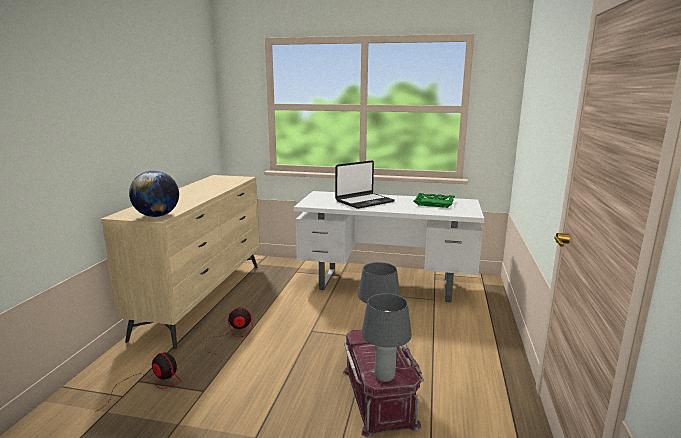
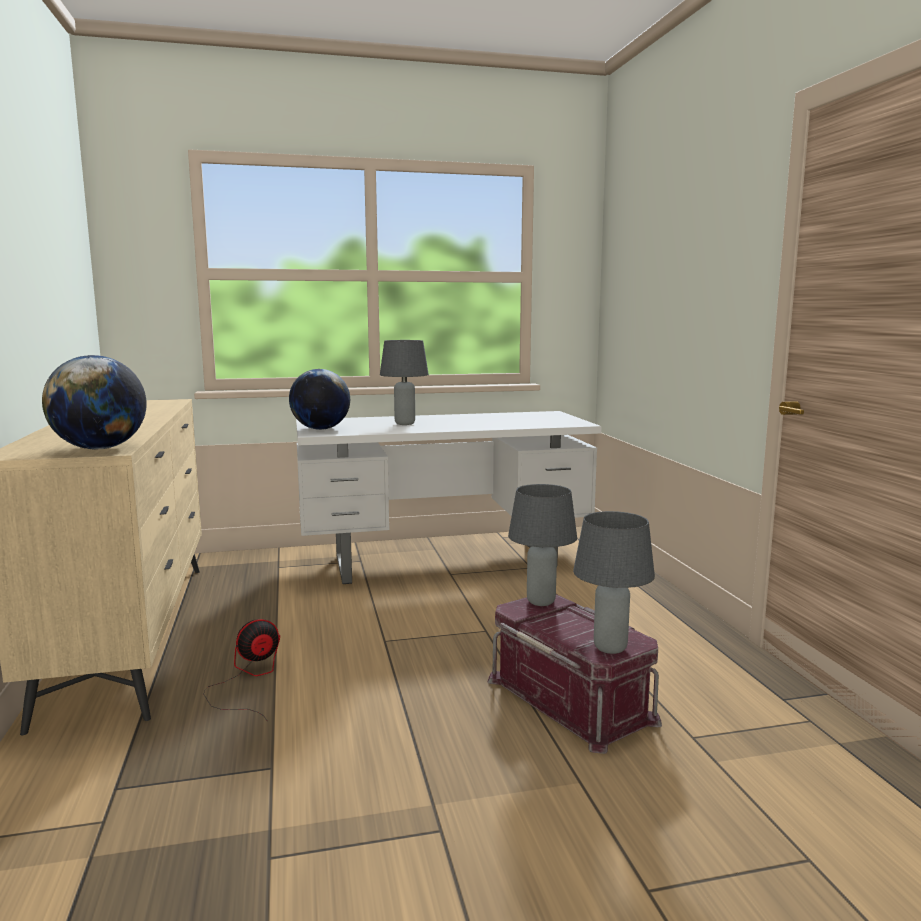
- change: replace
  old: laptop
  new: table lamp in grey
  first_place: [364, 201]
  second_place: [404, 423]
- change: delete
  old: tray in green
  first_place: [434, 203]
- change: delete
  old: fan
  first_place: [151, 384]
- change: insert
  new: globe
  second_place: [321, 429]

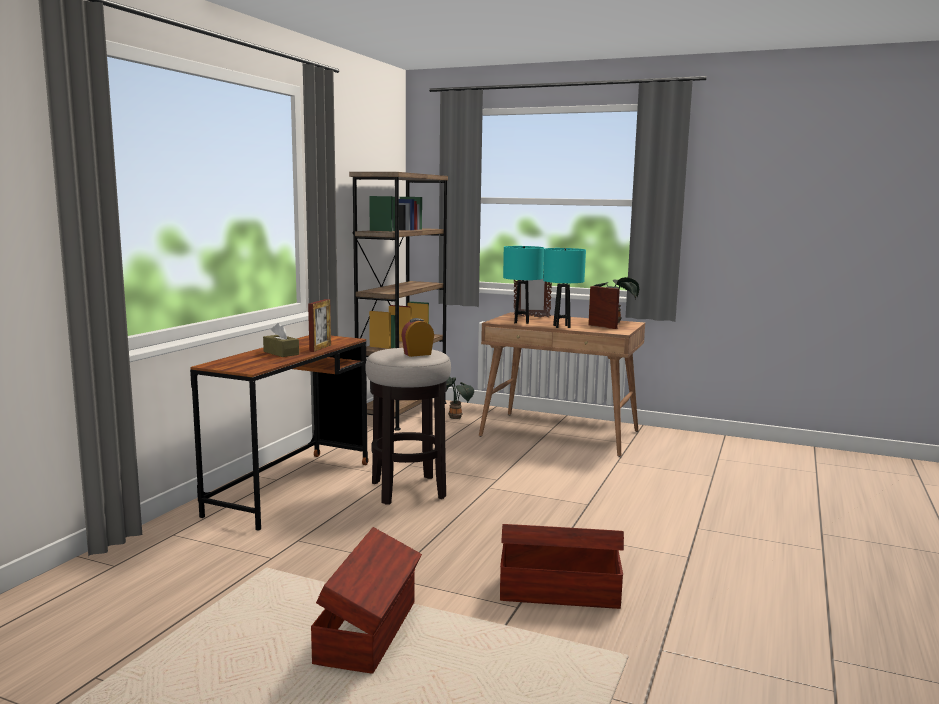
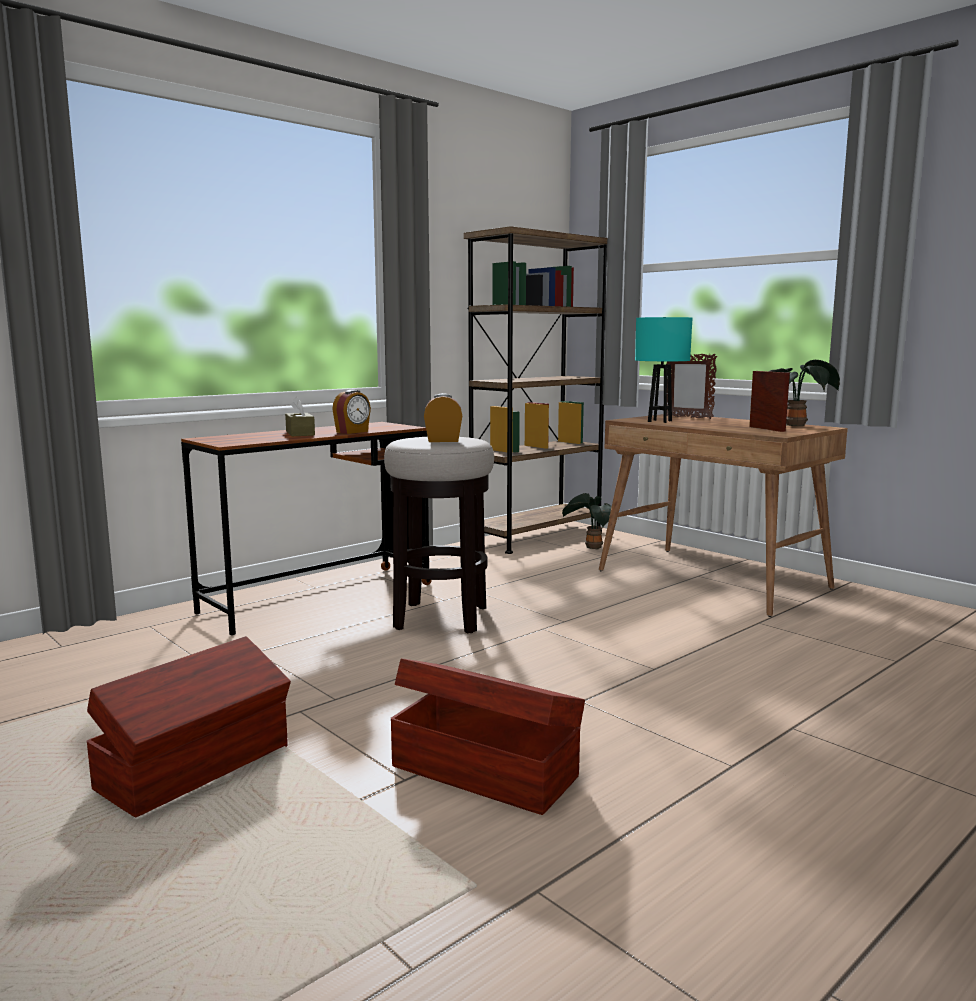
- change: delete
  old: table lamp in turquoise
  first_place: [561, 326]
- change: replace
  old: picture frame
  new: alarm clock
  first_place: [320, 348]
  second_place: [352, 432]

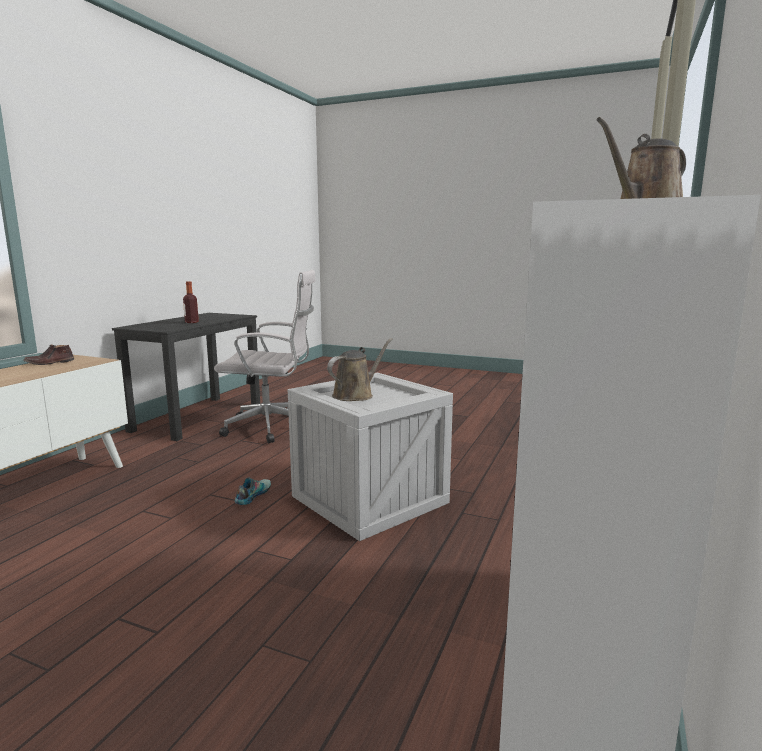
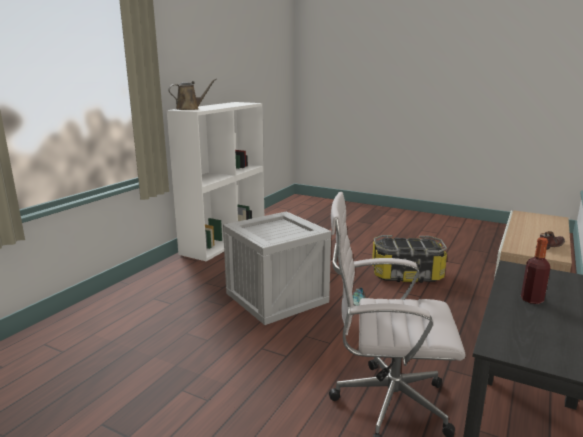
- change: delete
  old: watering can in brown
  first_place: [356, 395]
- change: insert
  new: storage box
  second_place: [406, 275]

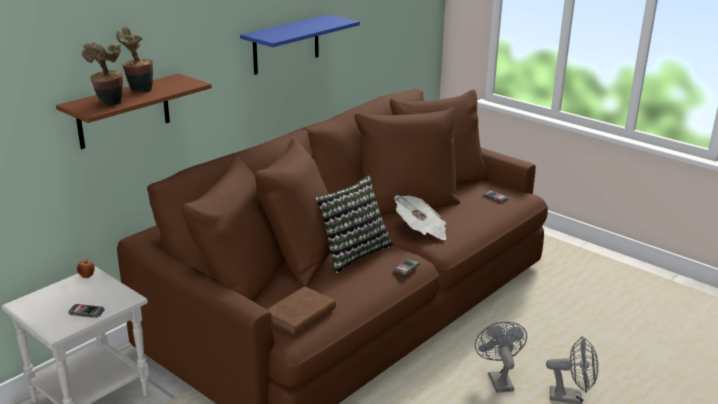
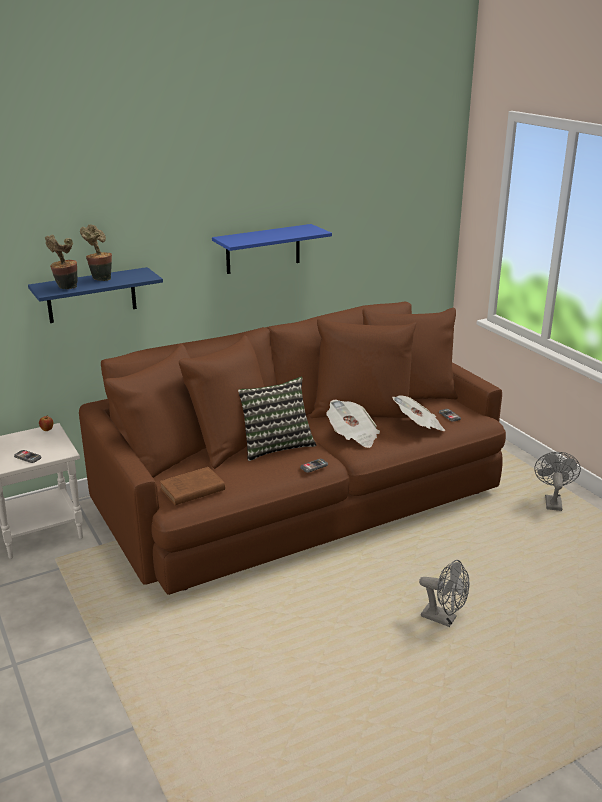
- change: recolor
  old: shelf in brown
  new: shelf in blue
  first_place: [123, 111]
  second_place: [91, 295]
- change: move
  old: fan in grey
  first_place: [498, 379]
  second_place: [552, 501]
- change: insert
  new: newspaper
  second_place: [418, 426]

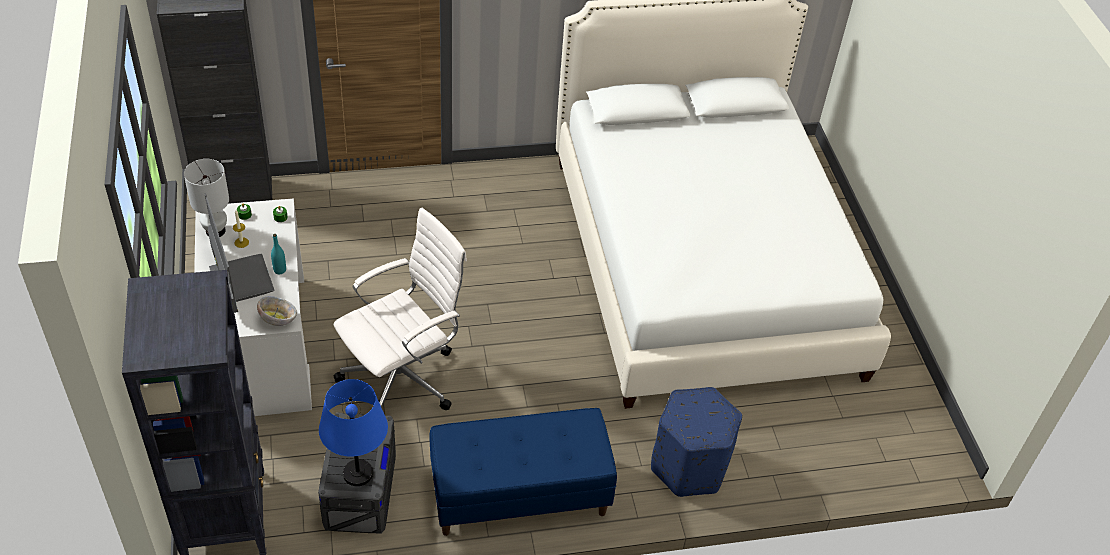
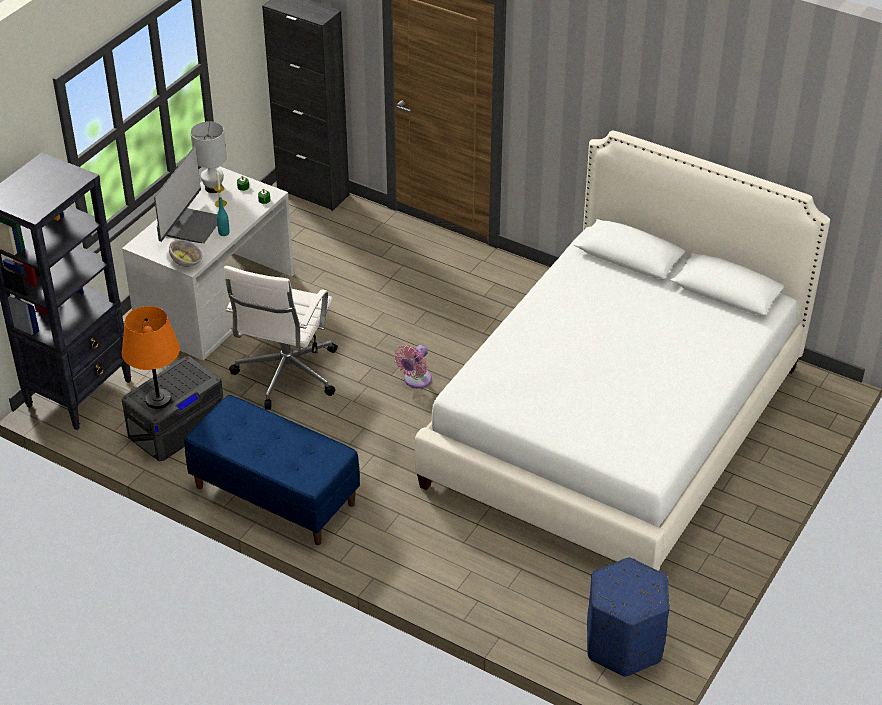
- change: rotate
  old: office chair in white
  first_place: [403, 378]
  second_place: [285, 375]
  degrees: 105
- change: recolor
  old: table lamp in blue
  new: table lamp in orange
  first_place: [358, 473]
  second_place: [158, 400]
- change: move
  old: ottoman in blue
  first_place: [689, 466]
  second_place: [623, 645]
- change: insert
  new: fan in pink
  second_place: [415, 380]

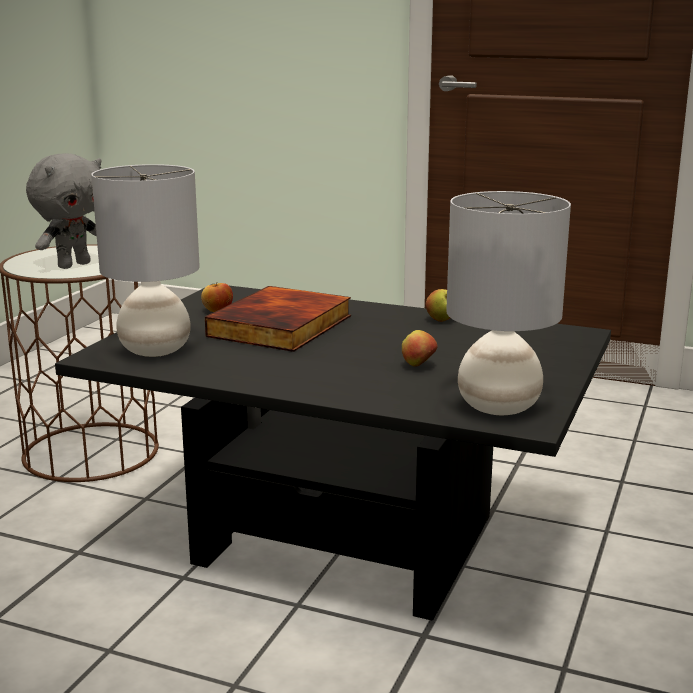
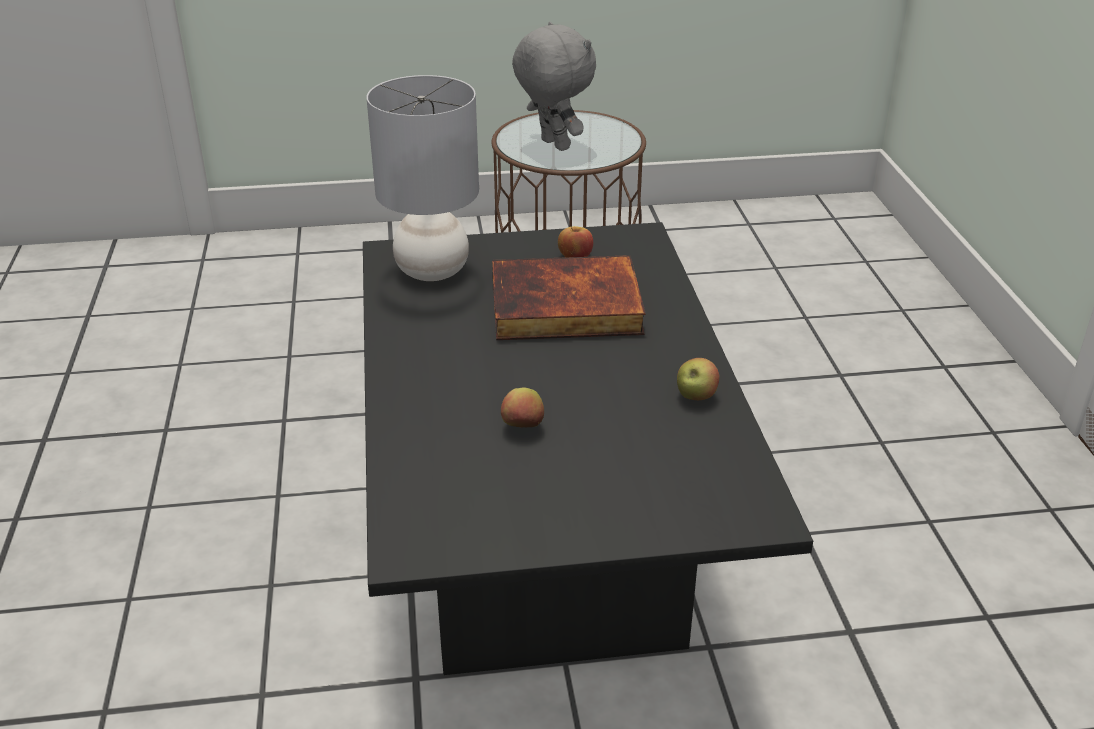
- change: rotate
  old: plush toy in grey
  first_place: [73, 265]
  second_place: [553, 145]
  degrees: -135
- change: delete
  old: table lamp in grey
  first_place: [498, 406]

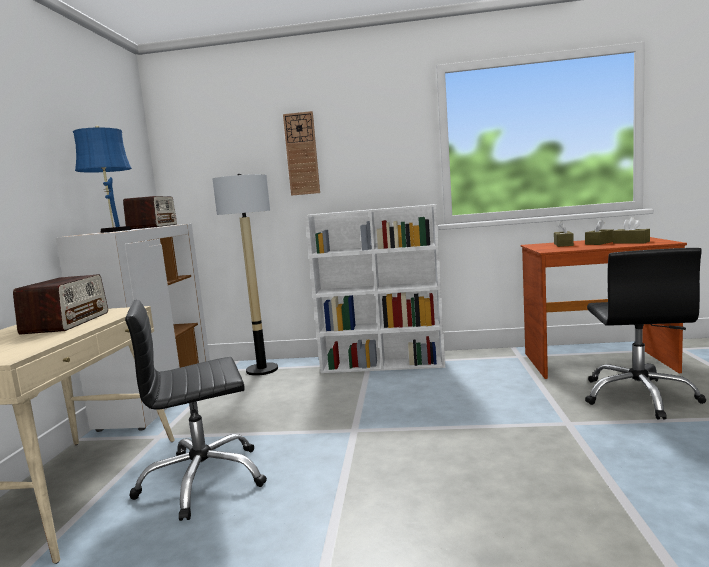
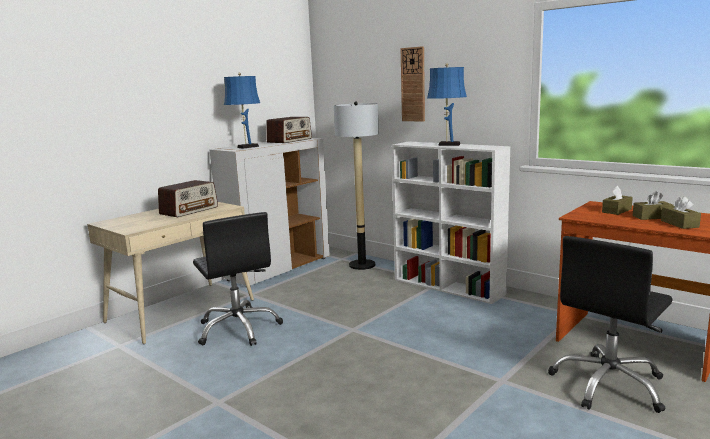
- change: rotate
  old: office chair in black
  first_place: [203, 480]
  second_place: [239, 329]
  degrees: -135
- change: insert
  new: table lamp in blue
  second_place: [447, 145]

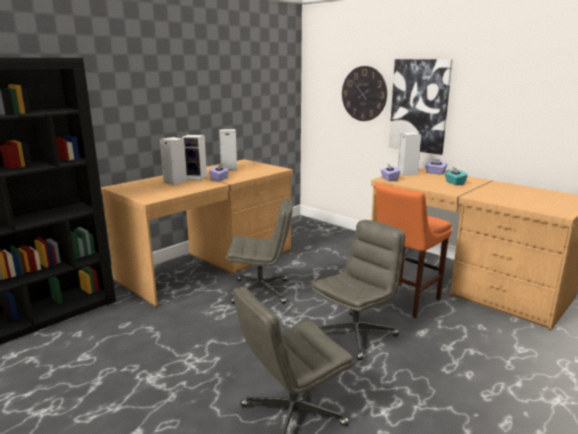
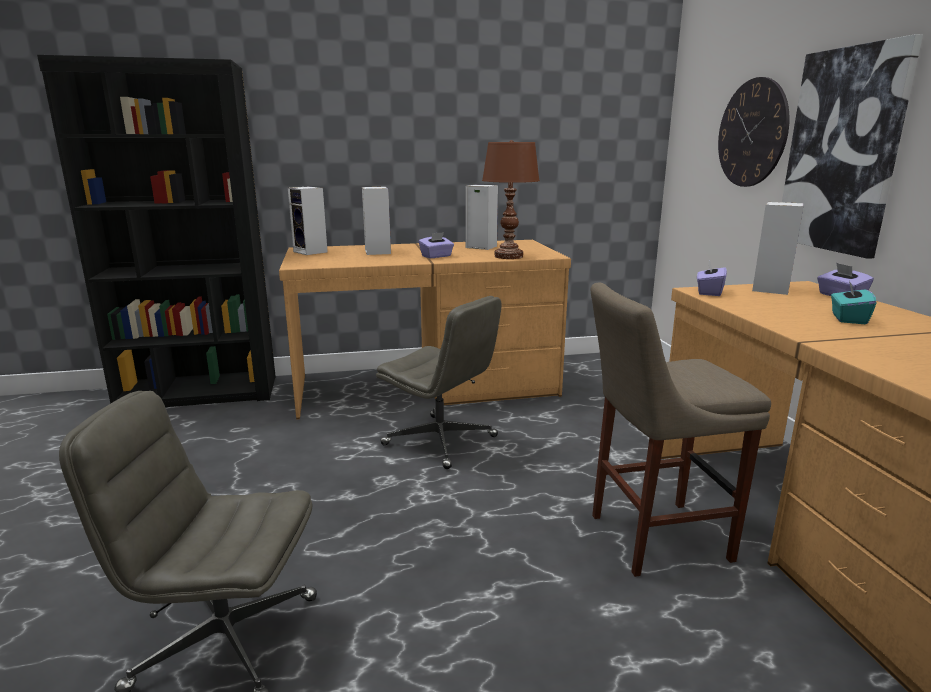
- change: move
  old: speaker
  first_place: [197, 177]
  second_place: [311, 252]
- change: recolor
  old: stool in orange
  new: stool in beige
  first_place: [404, 301]
  second_place: [652, 537]
- change: delete
  old: office chair in grey
  first_place: [355, 334]
- change: insert
  new: table lamp in brown
  second_place: [508, 256]

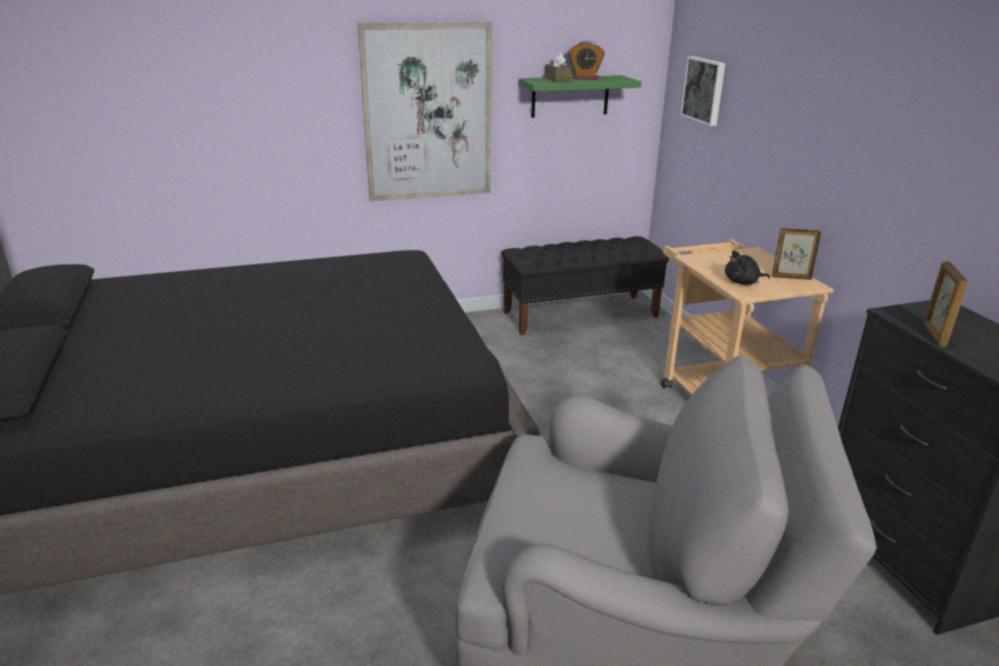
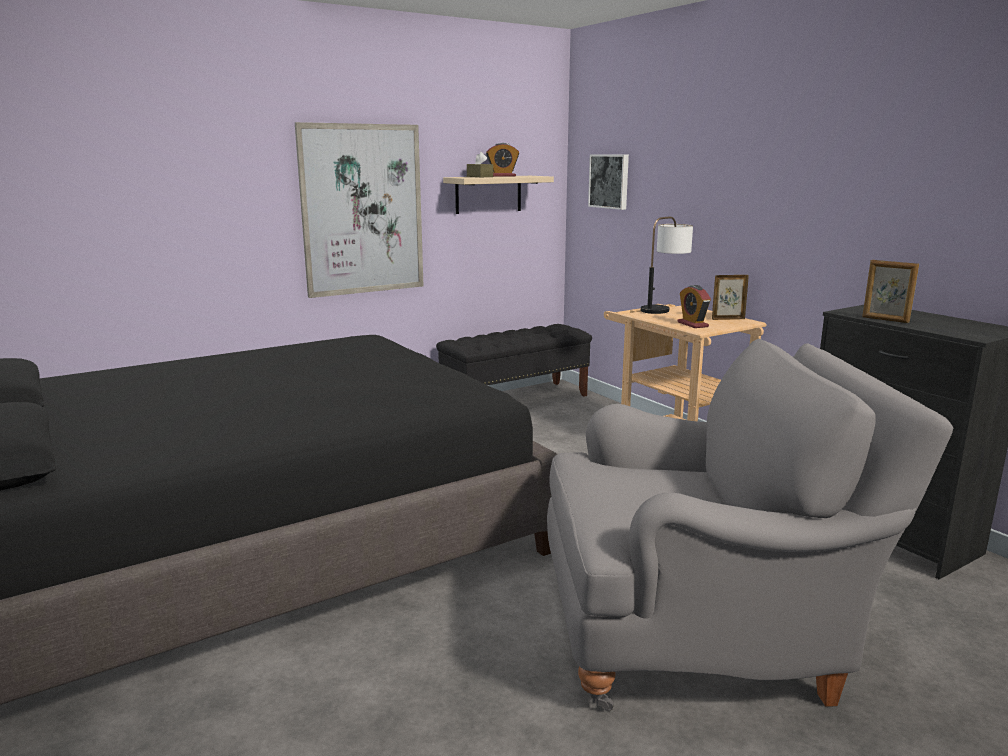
- change: recolor
  old: shelf in green
  new: shelf in beige
  first_place: [570, 96]
  second_place: [488, 194]
- change: replace
  old: plush toy in black
  new: alarm clock
  first_place: [743, 282]
  second_place: [692, 324]
- change: rotate
  old: picture frame
  first_place: [934, 335]
  second_place: [885, 320]
  degrees: -45
- change: insert
  new: table lamp
  second_place: [664, 308]

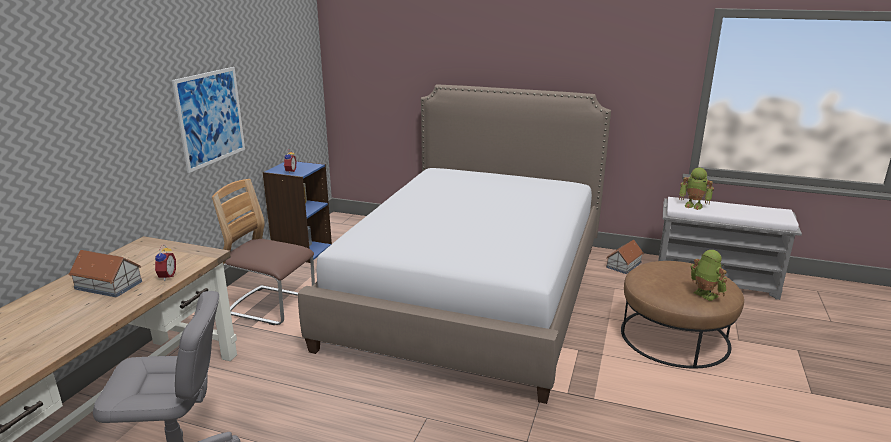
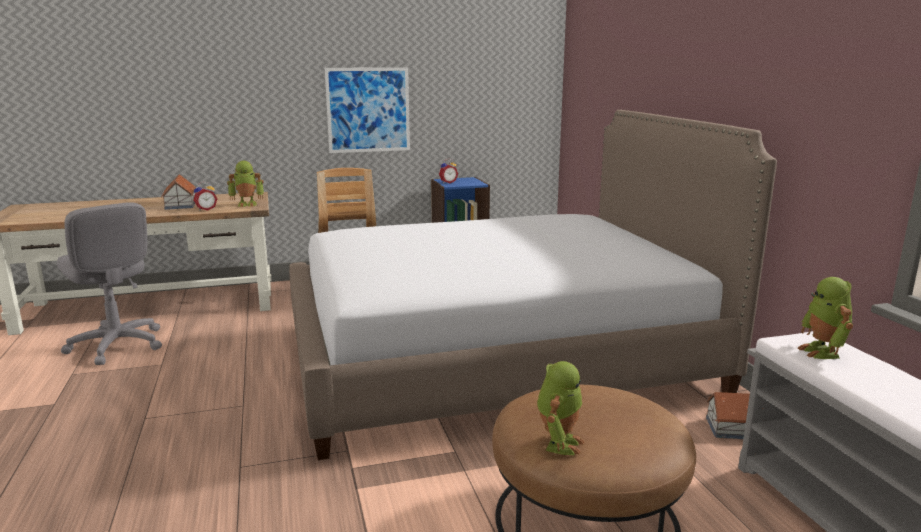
- change: insert
  new: toy robot
  second_place: [247, 204]

